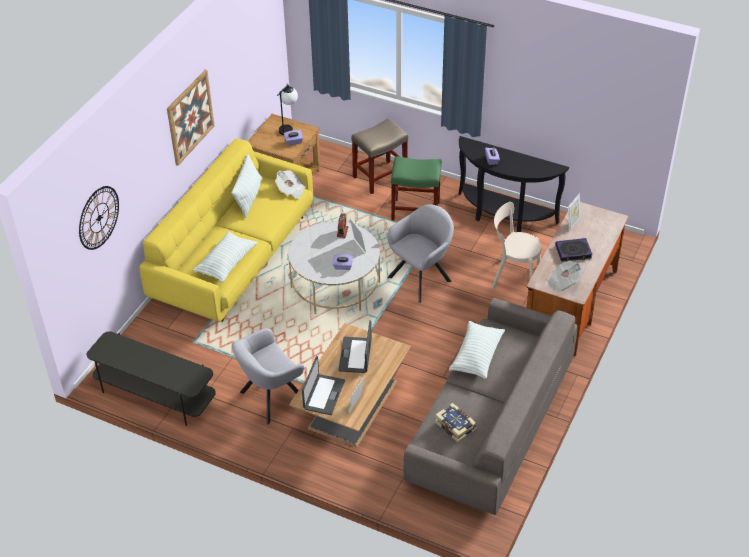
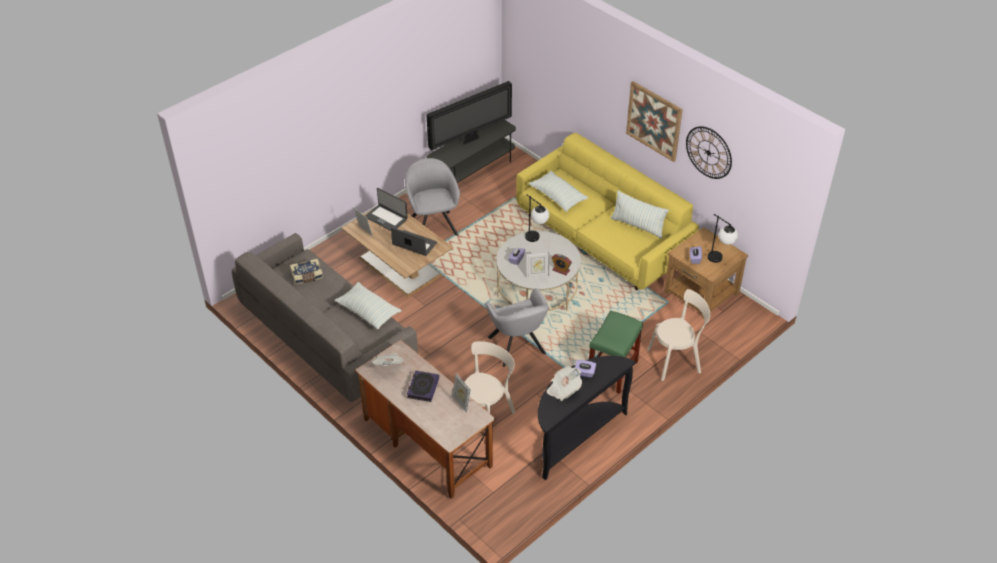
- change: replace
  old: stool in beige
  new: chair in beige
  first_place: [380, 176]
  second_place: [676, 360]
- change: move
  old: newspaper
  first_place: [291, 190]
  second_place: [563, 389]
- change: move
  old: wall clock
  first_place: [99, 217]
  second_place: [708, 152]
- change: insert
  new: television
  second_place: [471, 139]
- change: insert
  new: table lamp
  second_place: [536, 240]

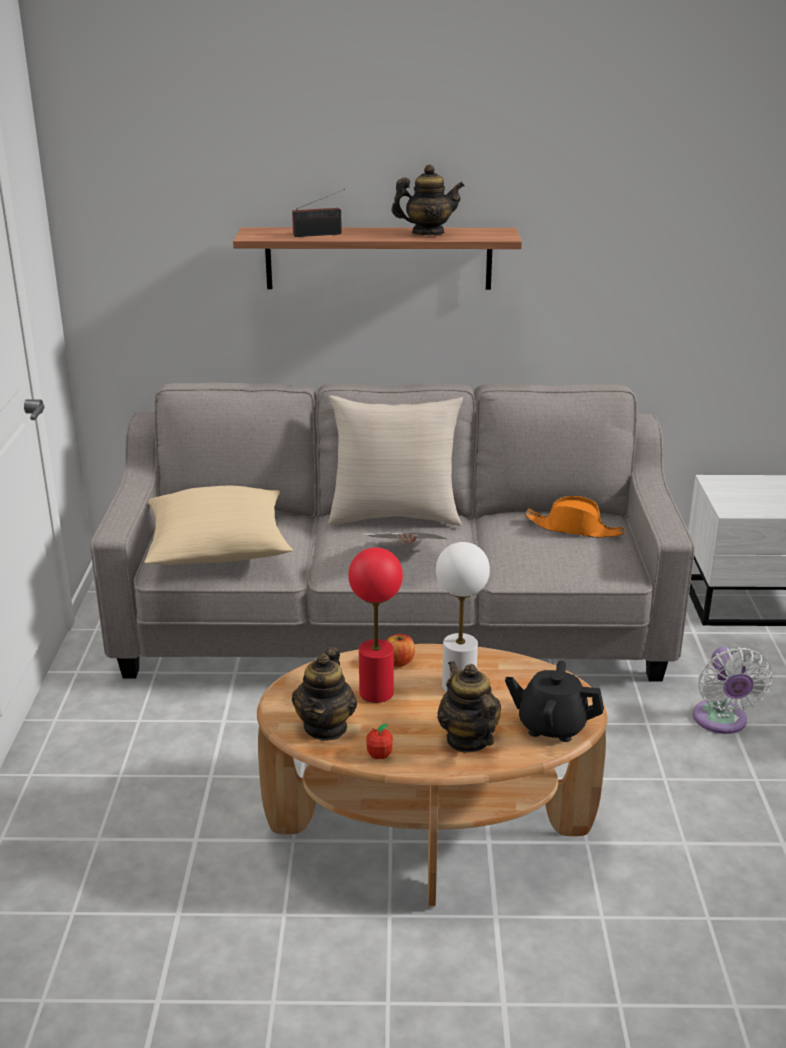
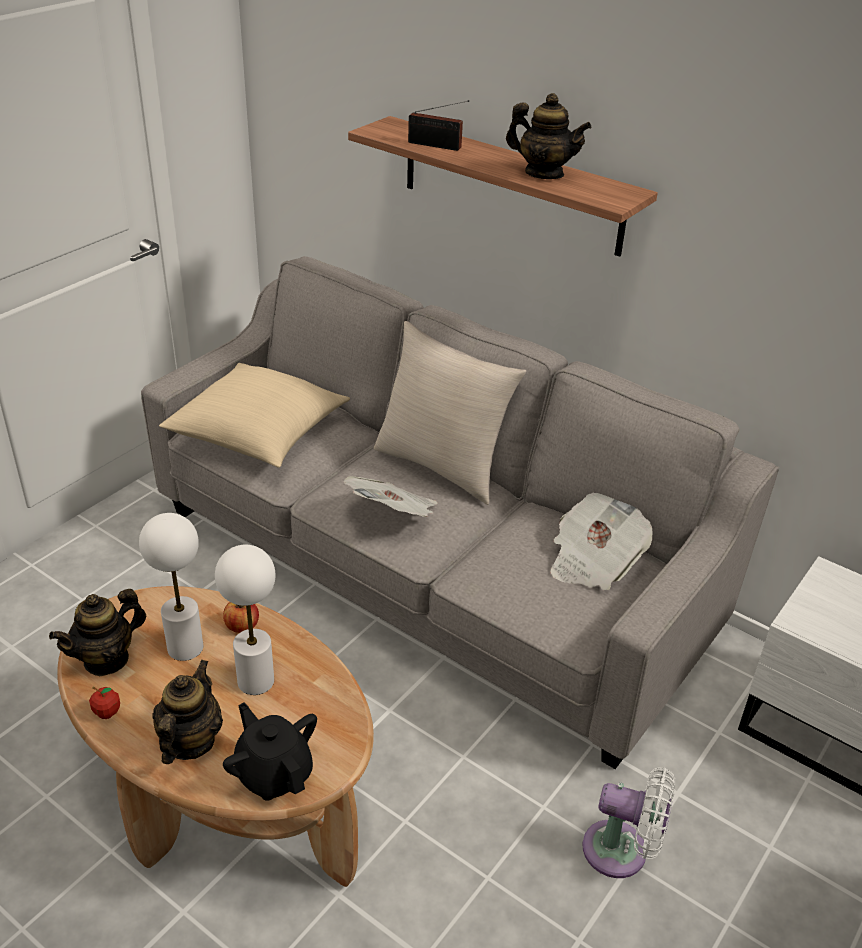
- change: replace
  old: hat in orange
  new: newspaper
  first_place: [574, 529]
  second_place: [593, 561]
- change: recolor
  old: table lamp in red
  new: table lamp in white
  first_place: [376, 692]
  second_place: [185, 647]
- change: rotate
  old: fan in white
  first_place: [721, 721]
  second_place: [622, 852]
  degrees: -105

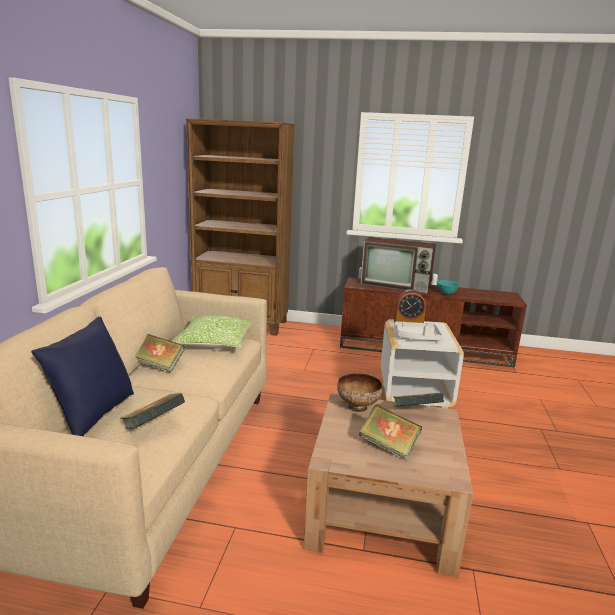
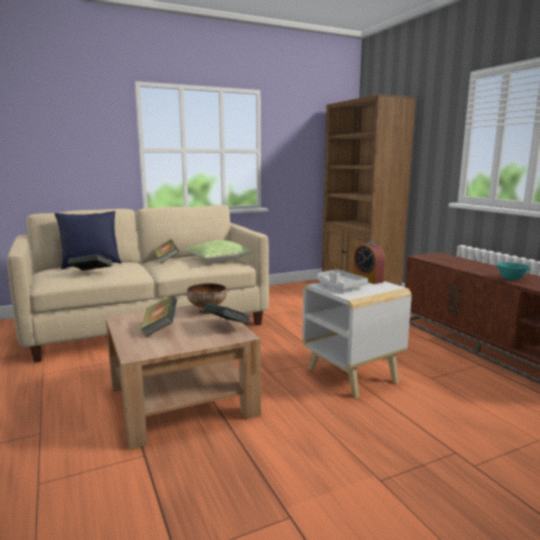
- change: delete
  old: television
  first_place: [396, 285]

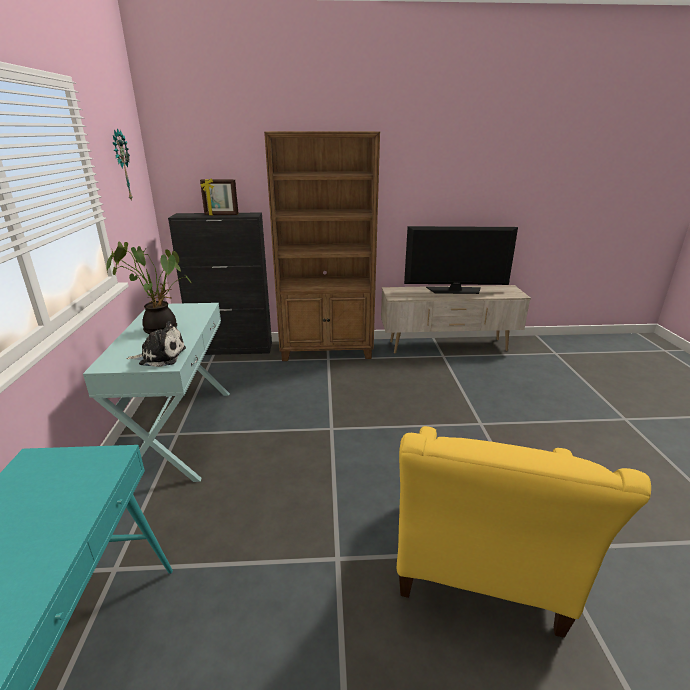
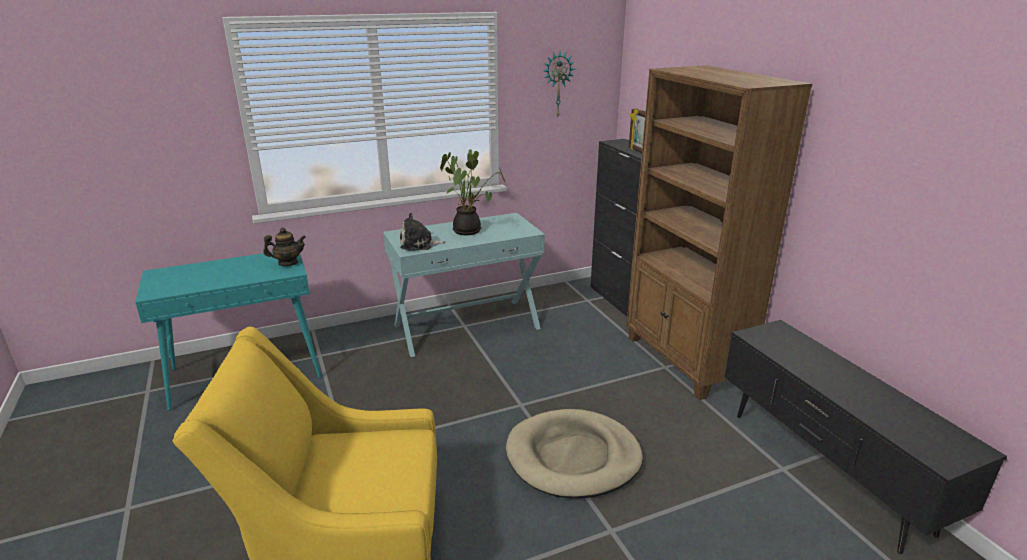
- change: delete
  old: television
  first_place: [455, 290]
- change: recolor
  old: tv stand in beige
  new: tv stand in black
  first_place: [448, 346]
  second_place: [824, 470]
- change: rotate
  old: plush toy
  first_place: [160, 356]
  second_place: [419, 244]
  degrees: 105
- change: insert
  new: teapot
  second_place: [288, 263]
- change: insert
  new: dog bed in beige
  second_place: [573, 457]

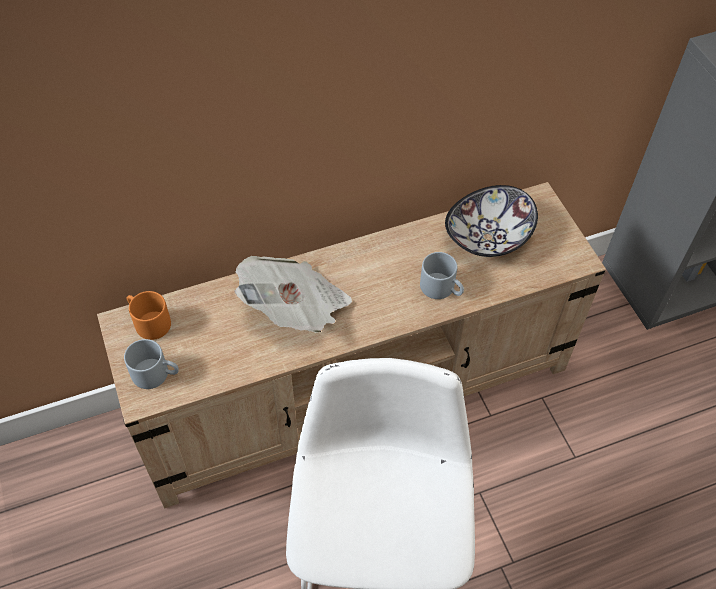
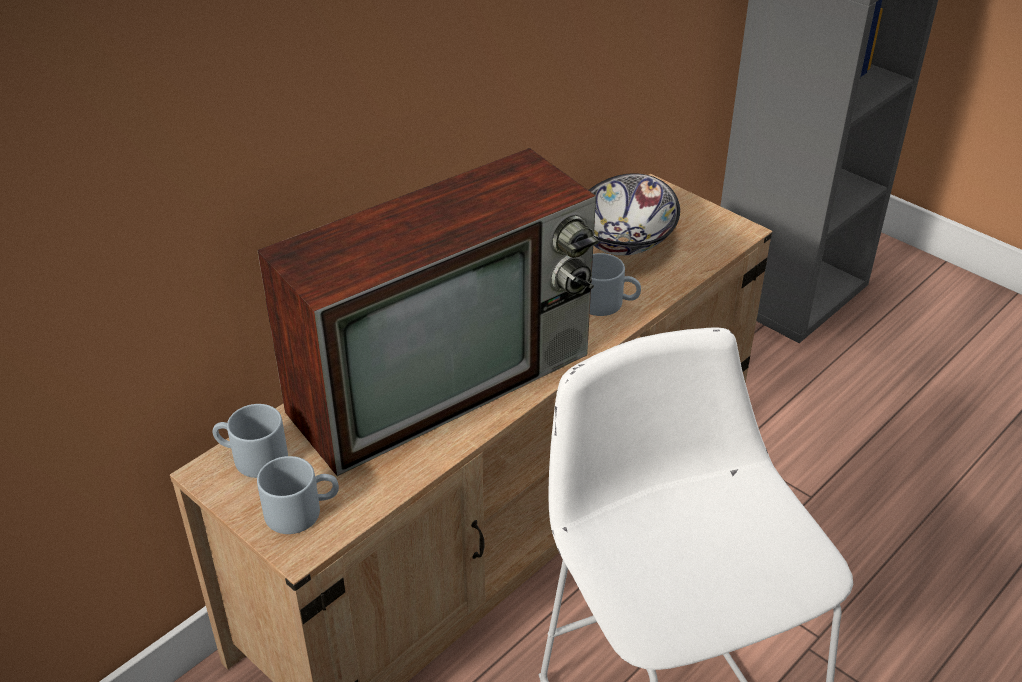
- change: replace
  old: newspaper
  new: television
  first_place: [296, 309]
  second_place: [444, 379]
- change: recolor
  old: mug in orange
  new: mug in grey
  first_place: [148, 322]
  second_place: [251, 458]

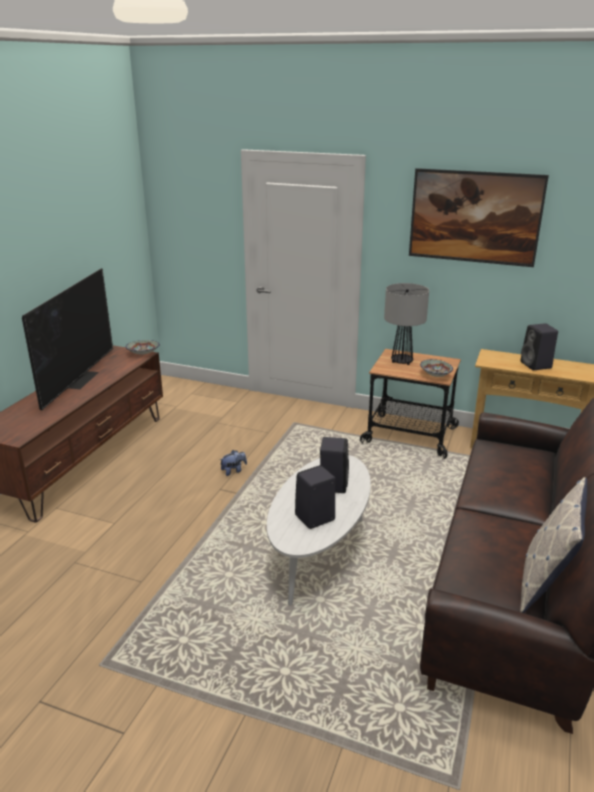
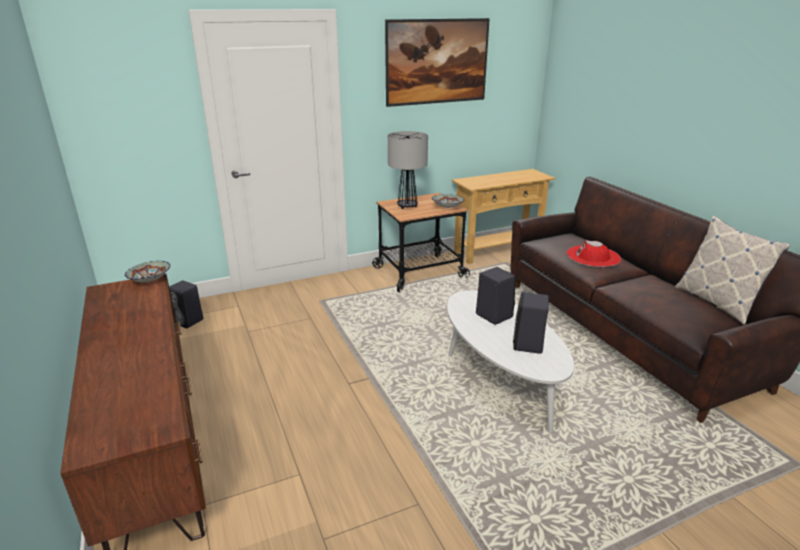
- change: delete
  old: television
  first_place: [79, 379]
- change: move
  old: speaker in black
  first_place: [536, 365]
  second_place: [188, 321]
- change: delete
  old: plush toy
  first_place: [233, 471]
- change: insert
  new: hat in red
  second_place: [593, 256]

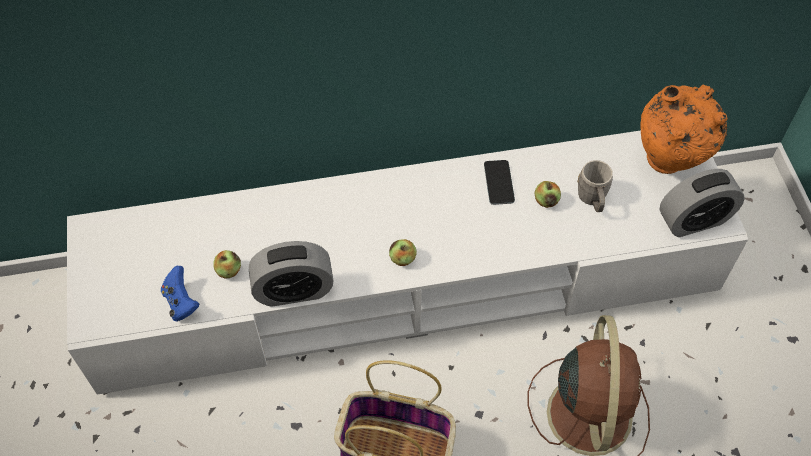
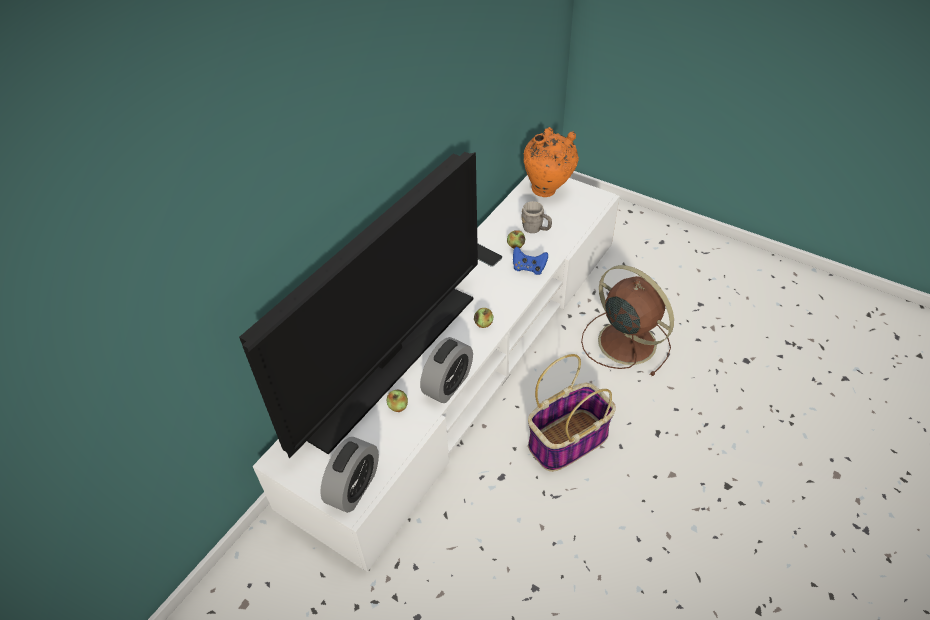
- change: move
  old: alarm clock
  first_place: [694, 220]
  second_place: [354, 487]
- change: move
  old: game controller in blue
  first_place: [181, 302]
  second_place: [529, 268]
- change: insert
  new: television
  second_place: [390, 361]

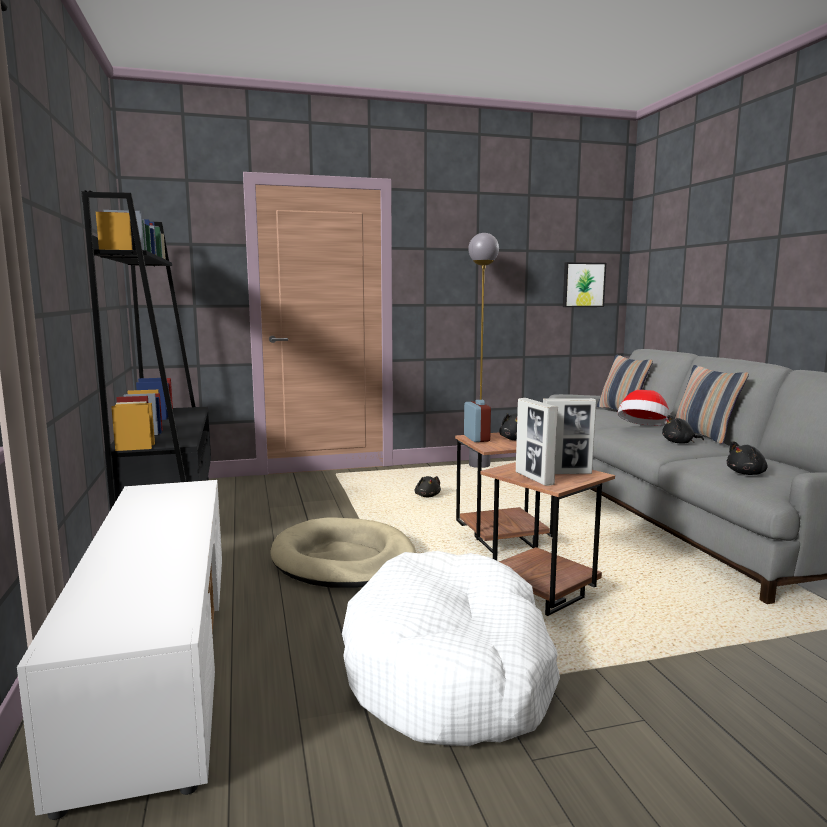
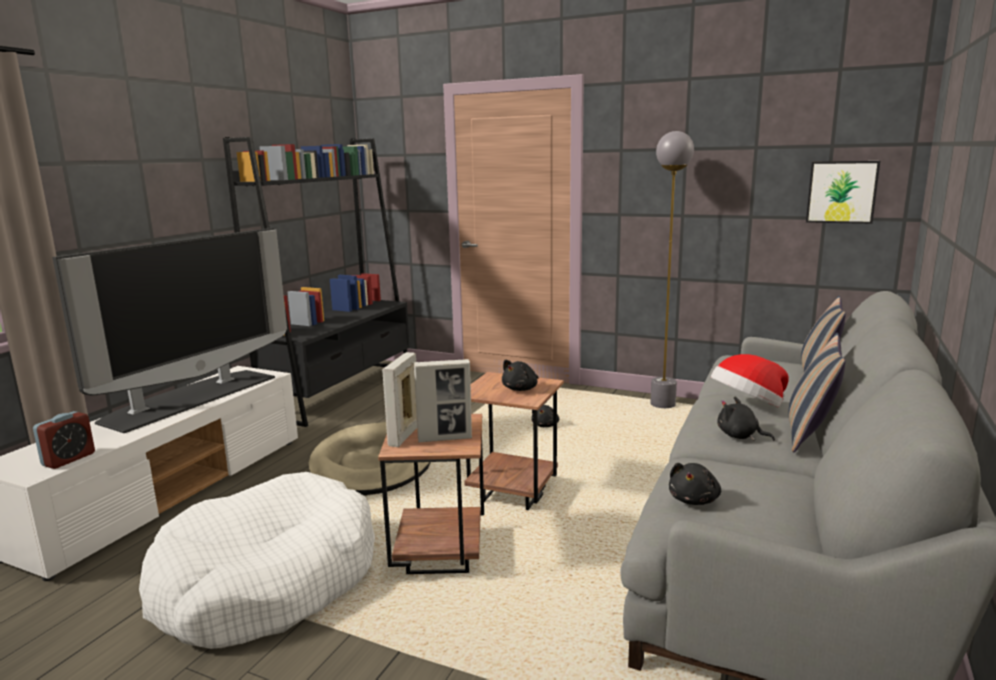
- change: rotate
  old: picture frame
  first_place: [566, 473]
  second_place: [445, 438]
  degrees: -45
- change: move
  old: alarm clock
  first_place: [476, 438]
  second_place: [69, 459]
- change: rotate
  old: plush toy in black
  first_place: [747, 473]
  second_place: [694, 500]
  degrees: -75
- change: insert
  new: television
  second_place: [190, 398]

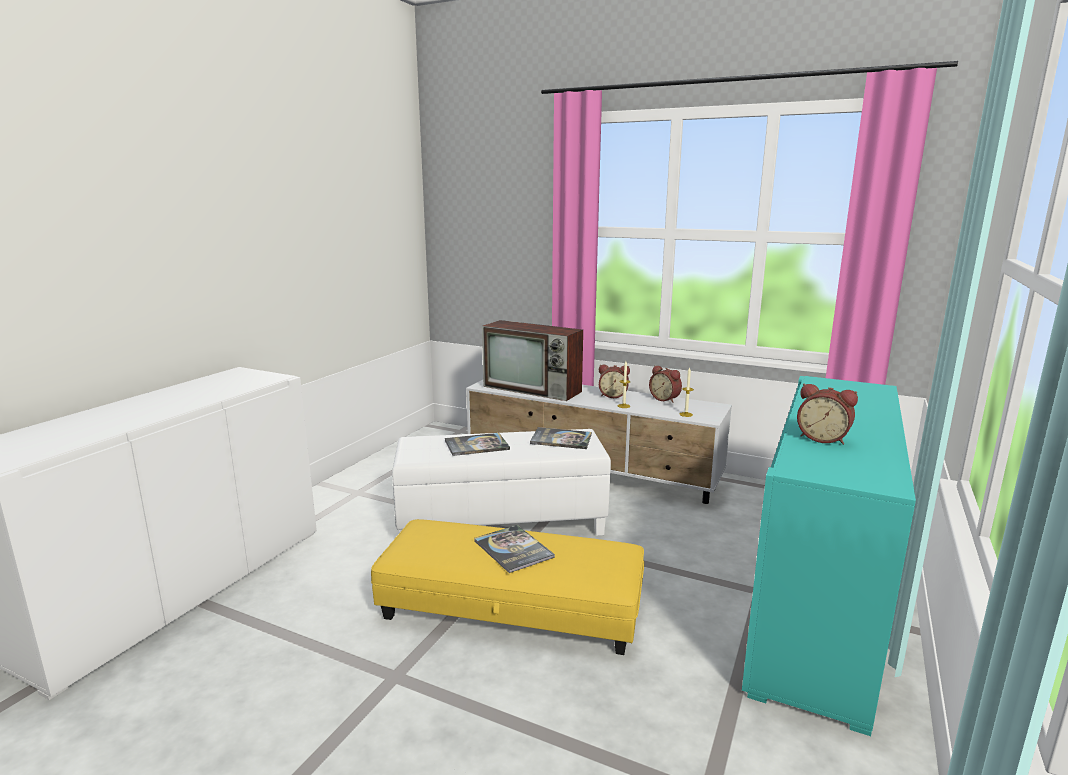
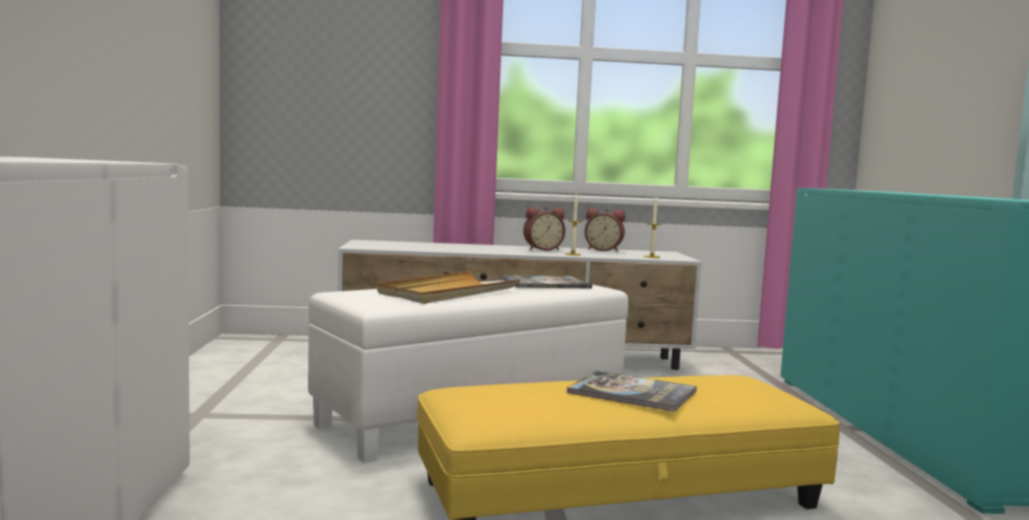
- change: delete
  old: television
  first_place: [534, 389]
- change: delete
  old: alarm clock
  first_place: [823, 438]
- change: replace
  old: book
  new: tray in beige
  first_place: [476, 445]
  second_place: [448, 292]

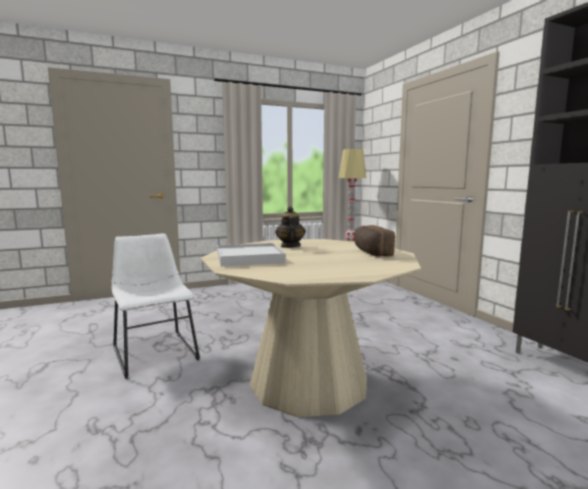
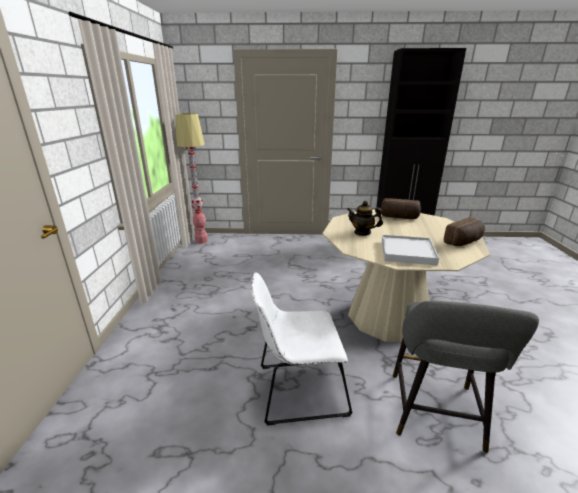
- change: insert
  new: bread
  second_place: [464, 242]
- change: insert
  new: stool in grey
  second_place: [435, 415]

